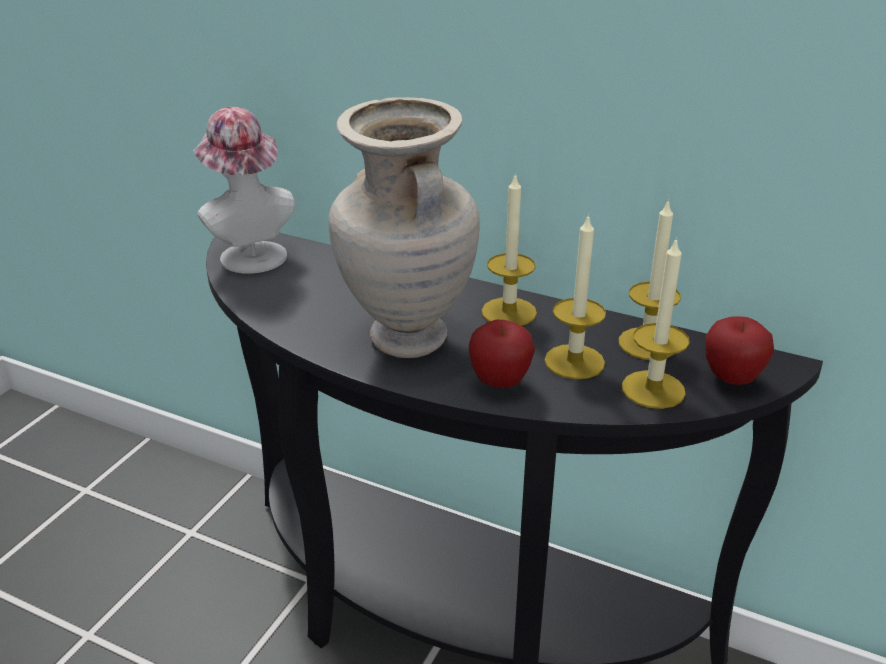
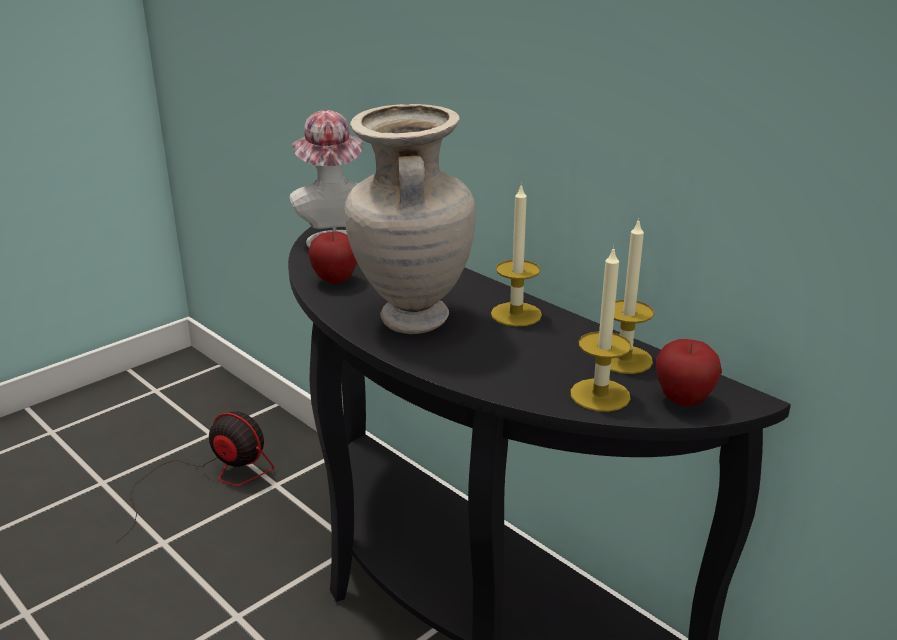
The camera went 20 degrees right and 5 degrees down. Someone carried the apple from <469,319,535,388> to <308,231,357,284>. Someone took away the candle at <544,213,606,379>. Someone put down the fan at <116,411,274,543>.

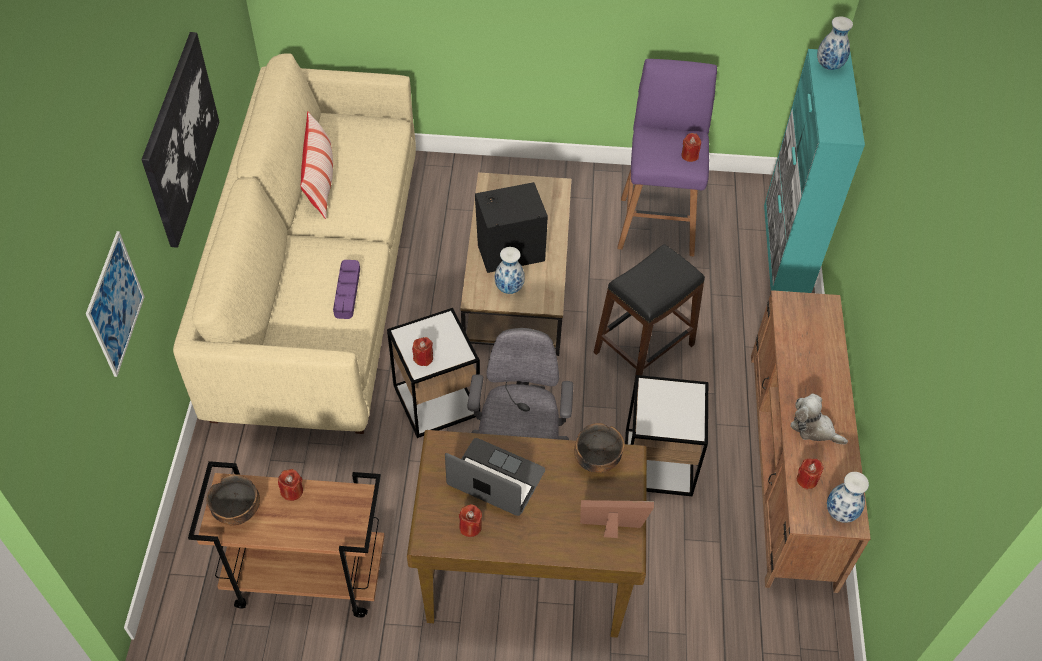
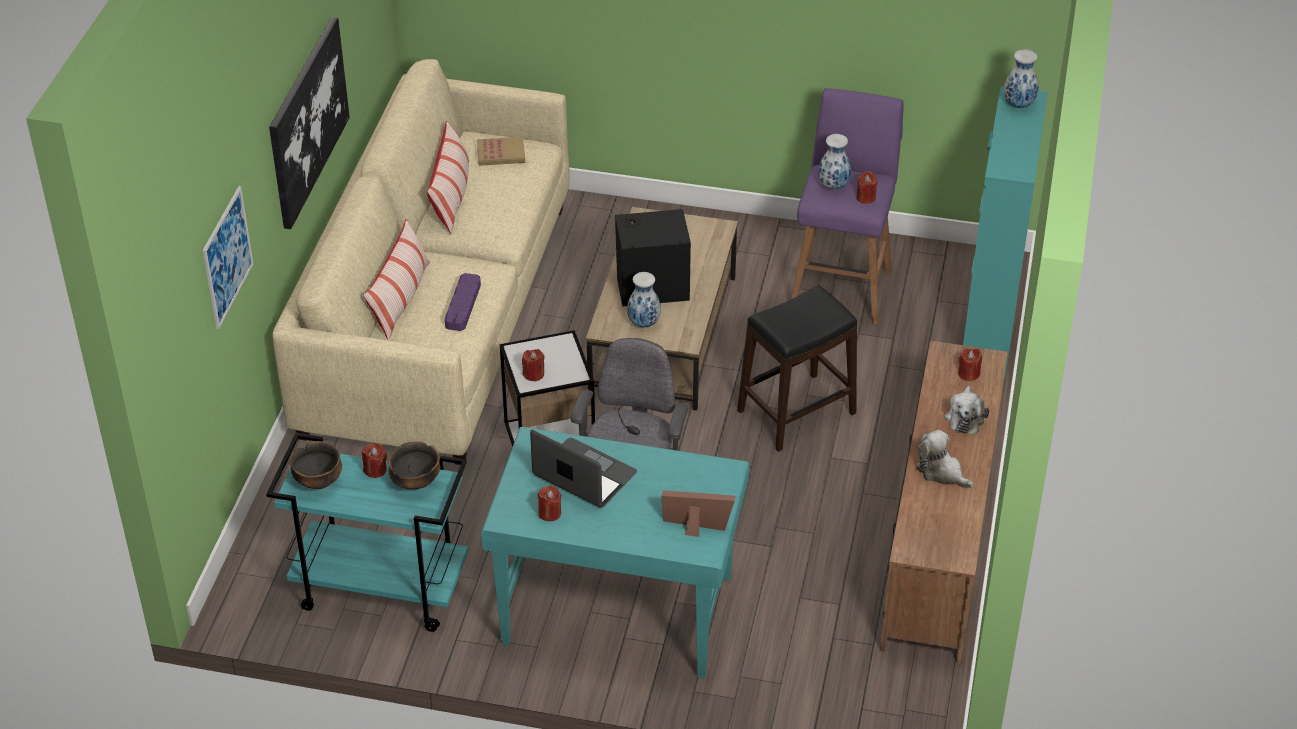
The camera went 10 degrees right and 10 degrees down. Someone repainted the brown cart at <188,461,385,618>, which became the turquoise cart at <266,433,468,632>. Someone repainted the brown desk at <407,430,647,638>, which became the turquoise desk at <481,427,749,678>. Someone carried the bowl from <574,423,625,473> to <388,441,440,489>. Someone took away the side table at <625,375,708,496>. Someone carried the red candle from <797,458,824,490> to <958,348,982,381>. Someone carried the vase from <827,472,869,523> to <818,134,851,190>. Someone put down the pillow at <363,219,430,339>. Someone put down the book at <477,137,525,166>. Someone put down the plush toy at <945,386,989,434>.

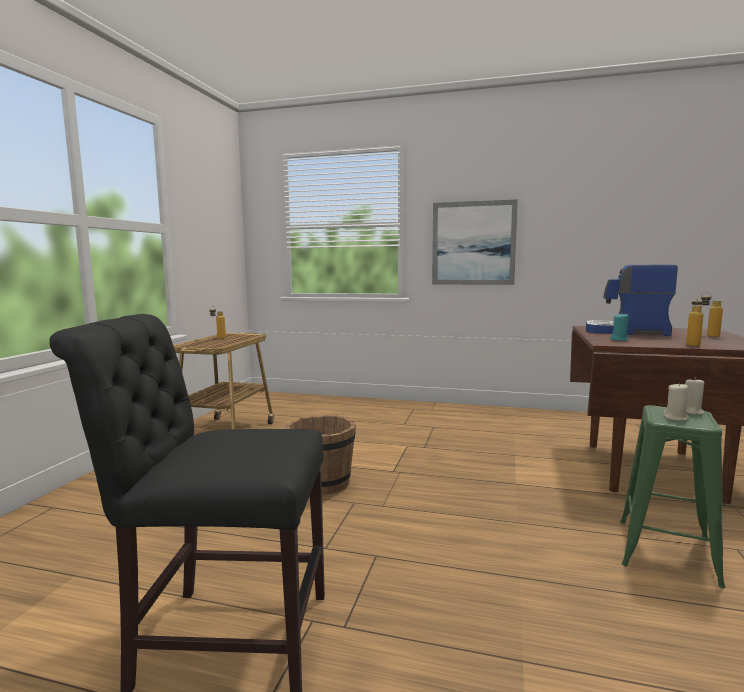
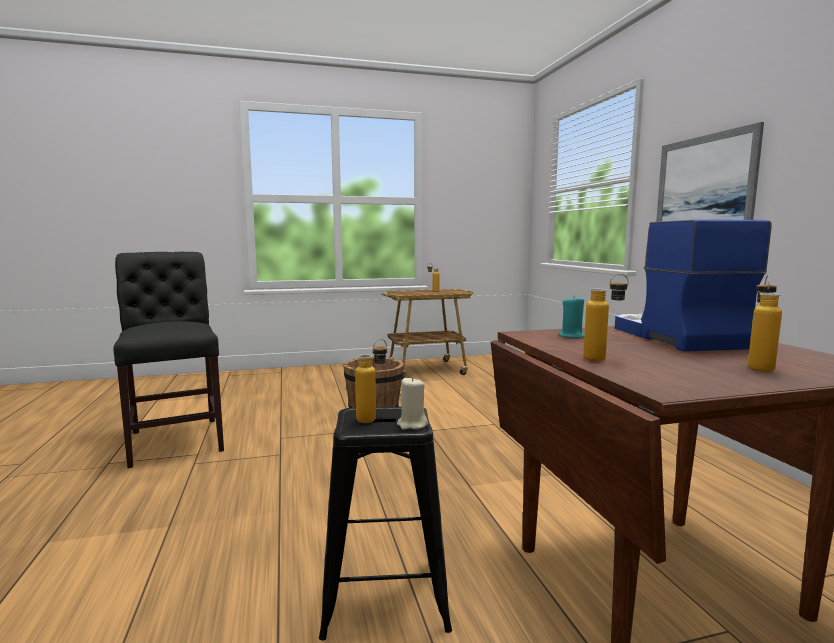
The camera went 60 degrees right and 0 degrees up. Someone repainted the green stool at <620,405,725,588>, which became the black stool at <319,407,452,641>. Someone swapped the beige candle at <663,383,690,421> for the bottle at <355,339,387,423>.

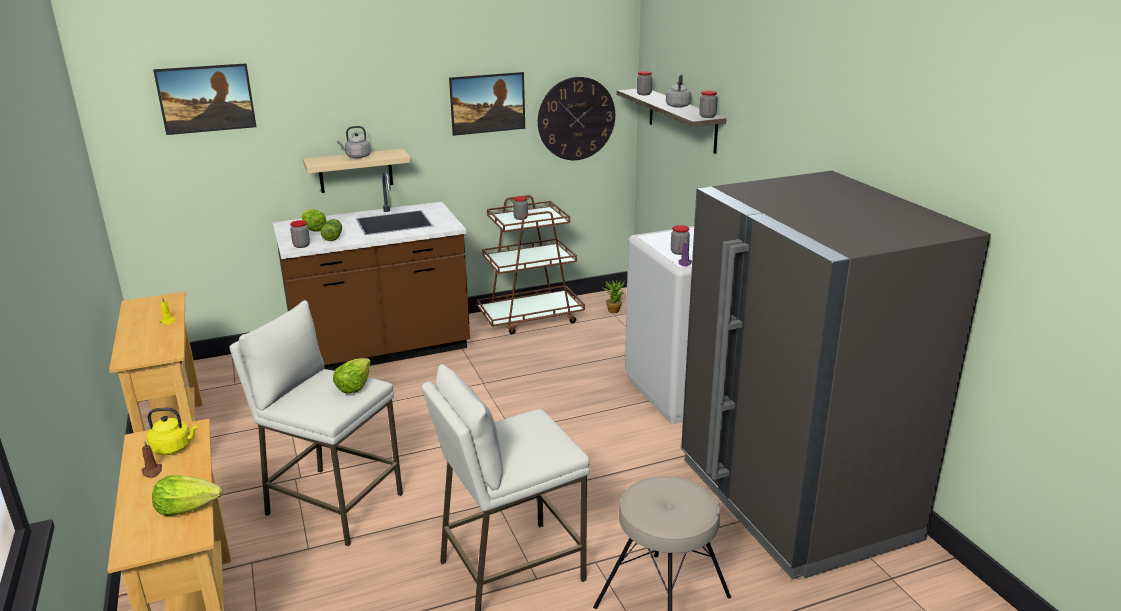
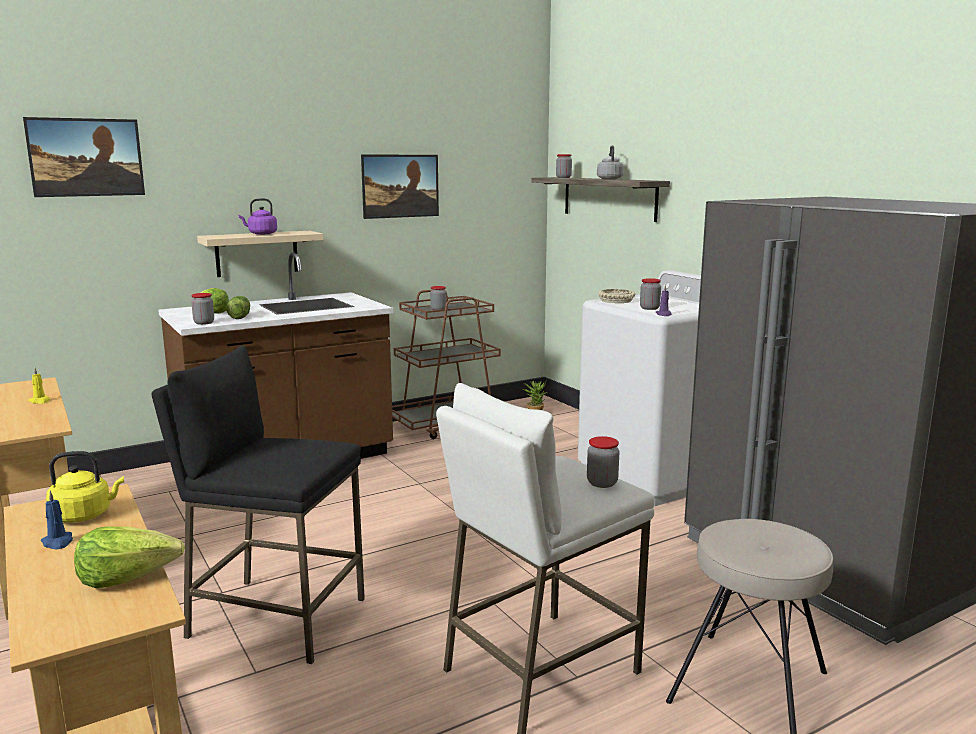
The camera went 10 degrees left and 10 degrees down. Someone repainted the brown candle at <141,440,162,478>, which became the blue candle at <41,491,73,549>. Someone repainted the white stool at <230,300,403,547>, which became the black stool at <152,346,365,664>. Someone took away the lettuce at <333,358,371,393>. Someone repainted the grey kettle at <337,126,371,158>, which became the purple kettle at <239,198,277,235>. Someone took away the wall clock at <538,77,615,160>. Someone carried the jar from <699,91,717,118> to <587,436,619,488>. Someone put down the beige bowl at <598,289,635,303>.

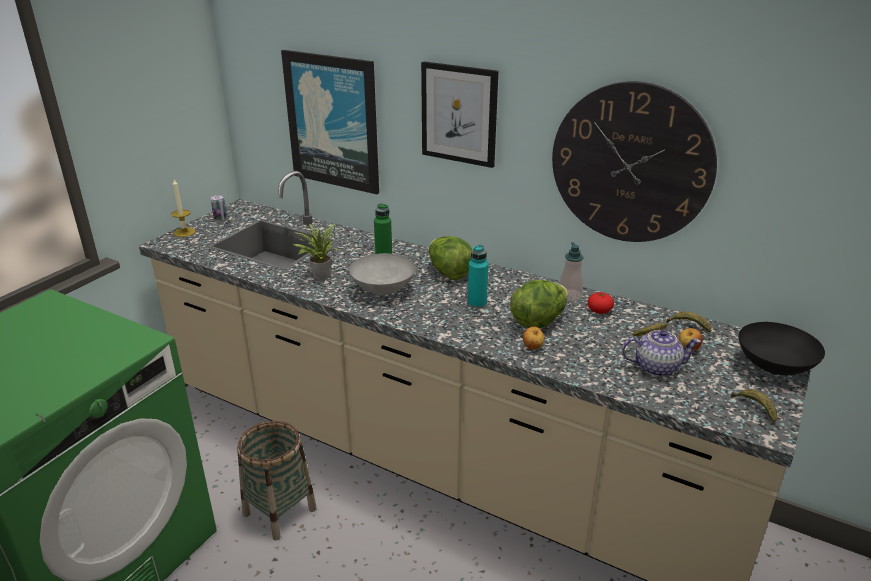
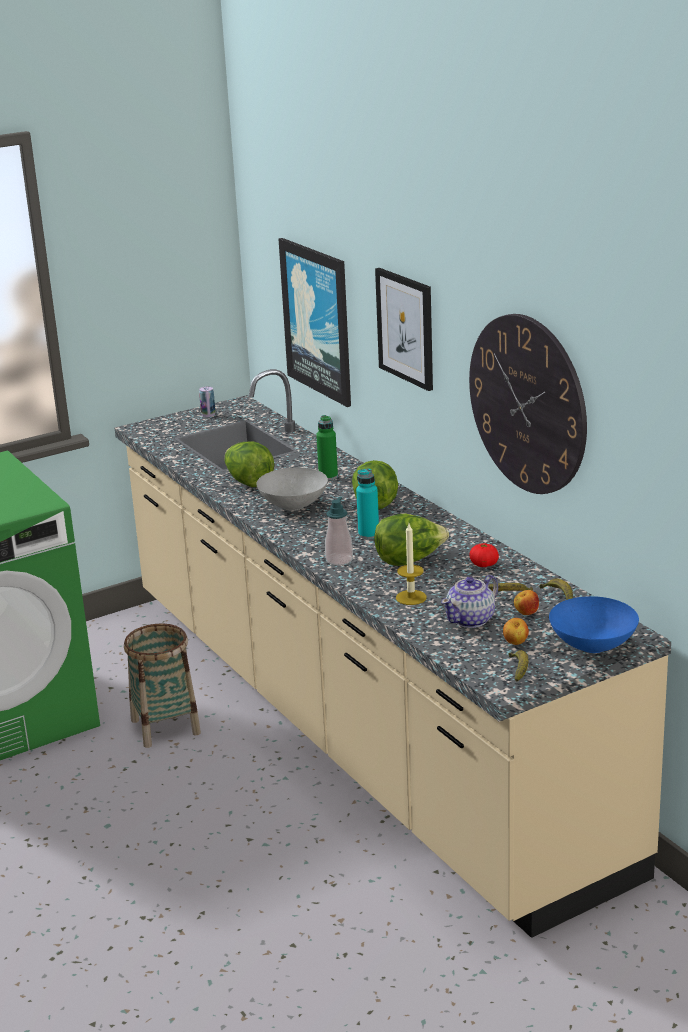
The camera went 30 degrees right and 5 degrees down. Someone carried the candle from <171,179,196,237> to <396,524,427,605>. Someone swapped the potted plant at <293,224,339,280> for the lettuce at <225,442,274,487>. Someone carried the apple from <523,327,544,350> to <503,618,529,645>. Someone carried the soap dispenser from <559,242,584,301> to <325,497,353,565>. Someone rotated the teapot at <621,330,701,377> by 105 degrees clockwise. Someone repainted the black bowl at <739,322,825,375>, which became the blue bowl at <549,596,639,653>.

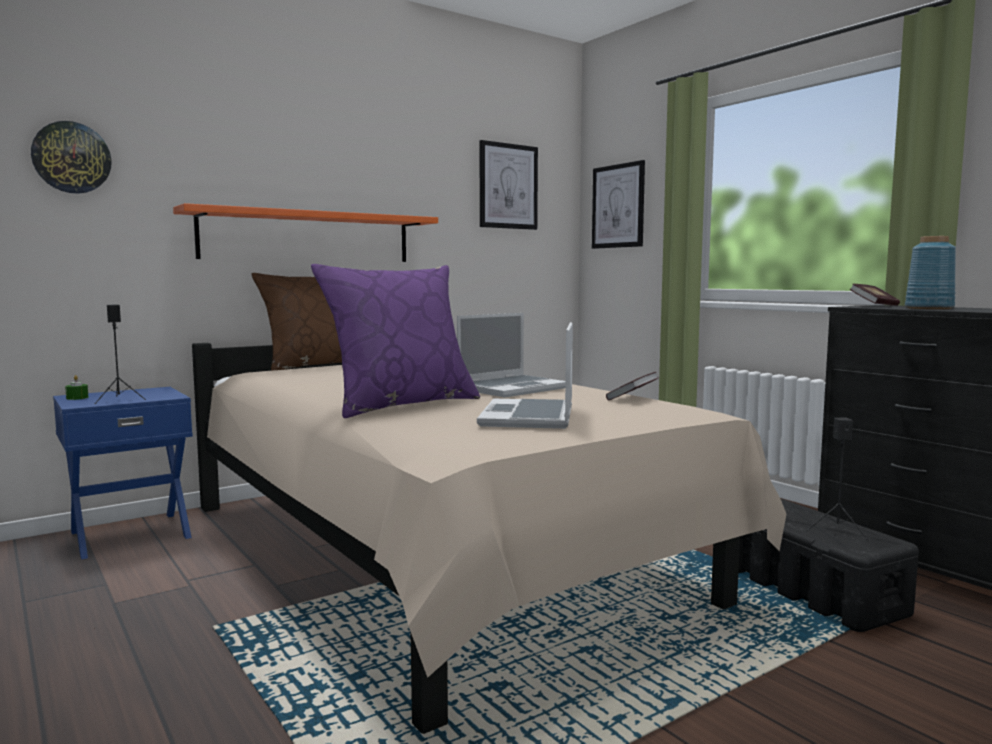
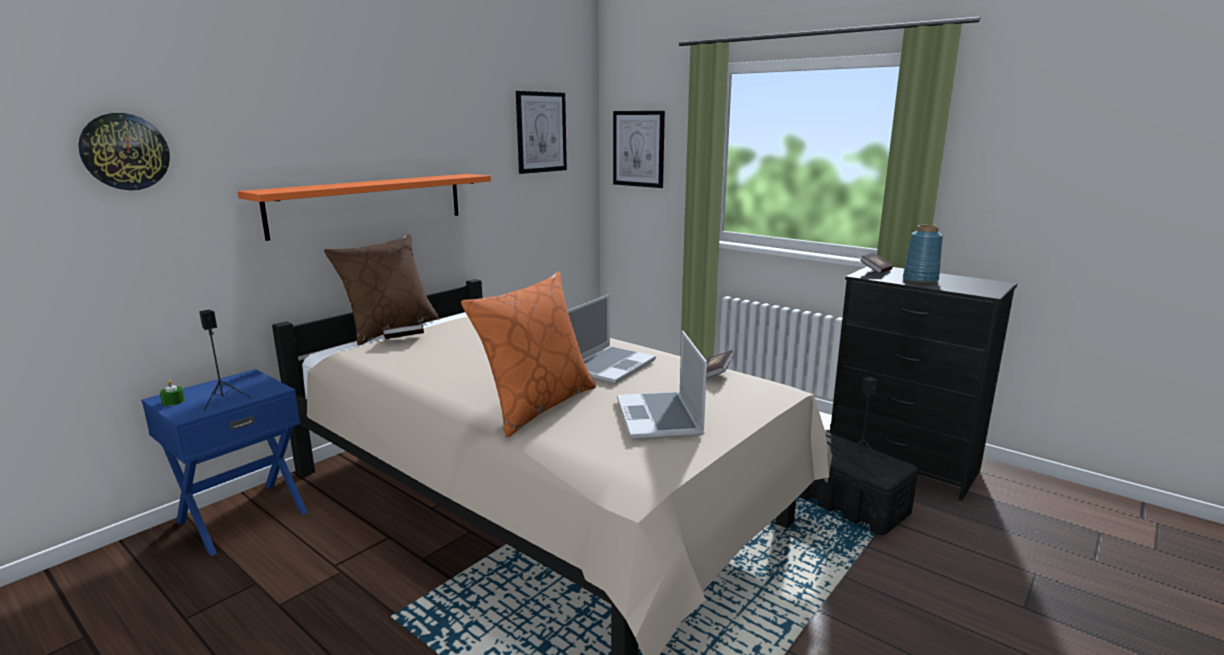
The camera went 15 degrees left and 10 degrees up. Someone repainted the purple pillow at <311,264,480,418>, which became the orange pillow at <461,272,596,437>. Someone put down the book at <383,324,424,339>.

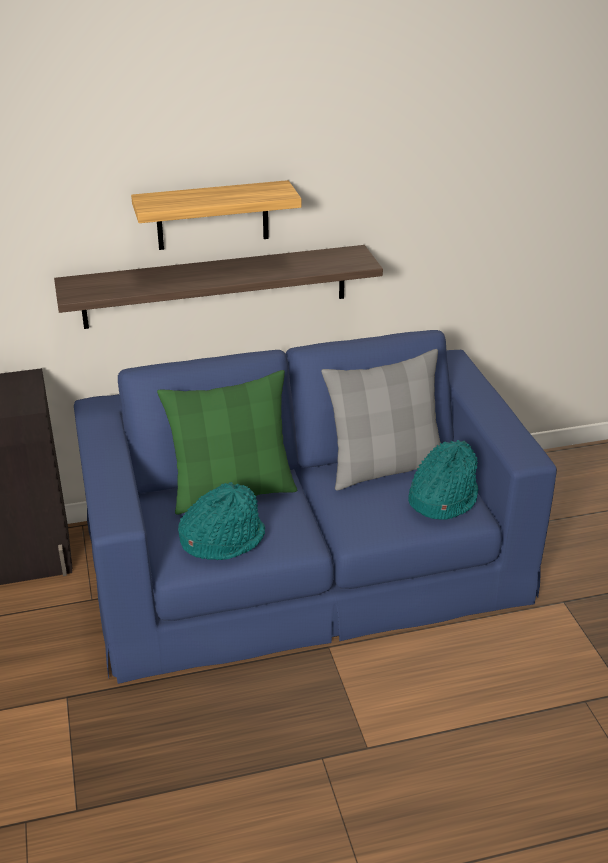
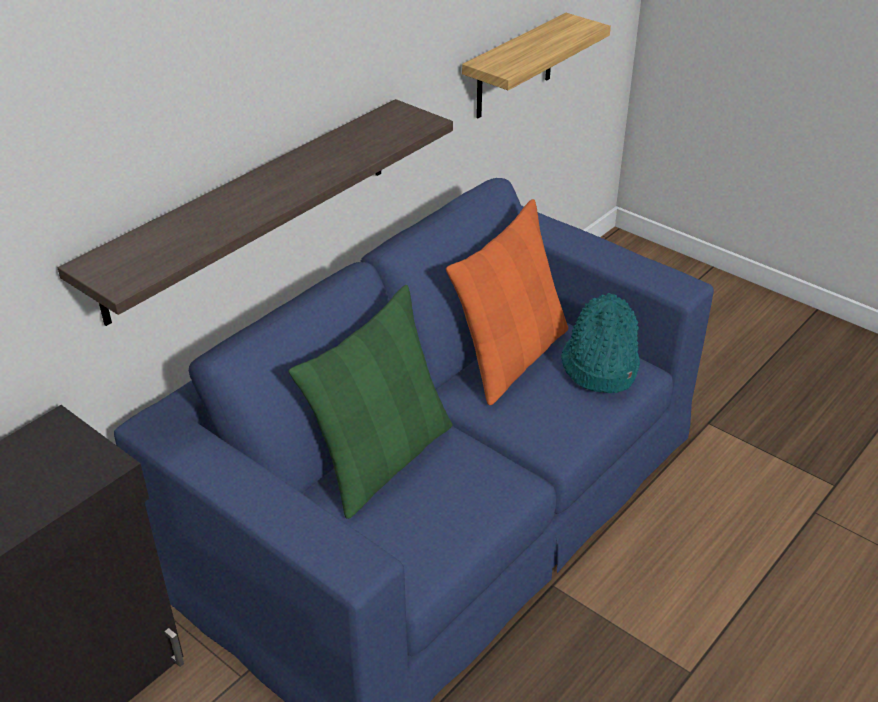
The camera went 35 degrees left and 5 degrees up. Someone carried the shelf from <131,180,301,250> to <462,13,611,118>. Someone took away the turquoise hat at <178,482,265,560>. Someone repainted the grey pillow at <321,349,441,490>, which became the orange pillow at <446,199,568,405>.

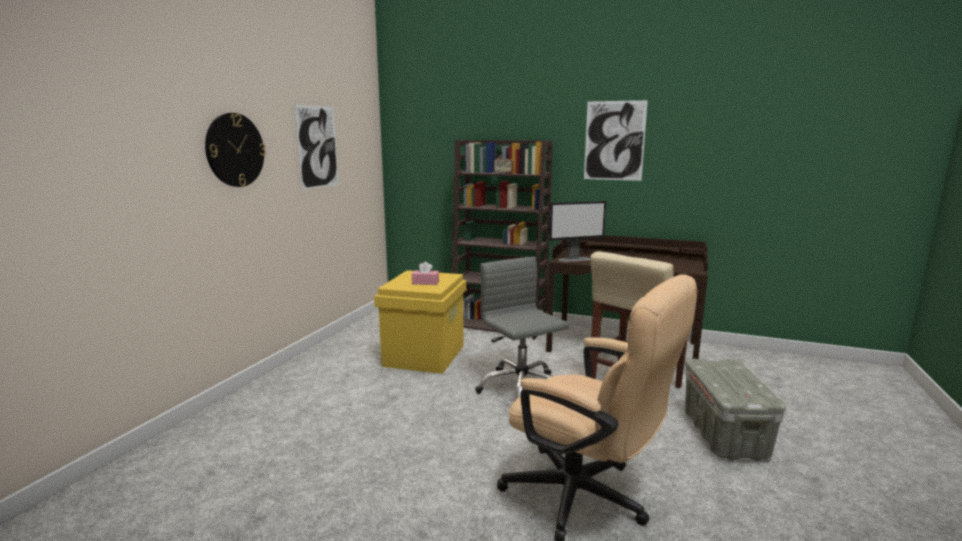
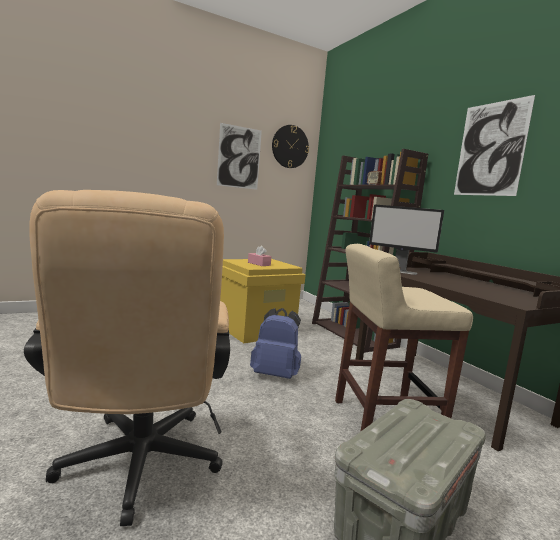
The camera went 40 degrees right and 5 degrees down. Someone carried the wall clock from <205,113,266,187> to <272,125,309,168>. Someone swapped the grey office chair at <475,257,569,399> for the blue backpack at <250,308,301,379>.

